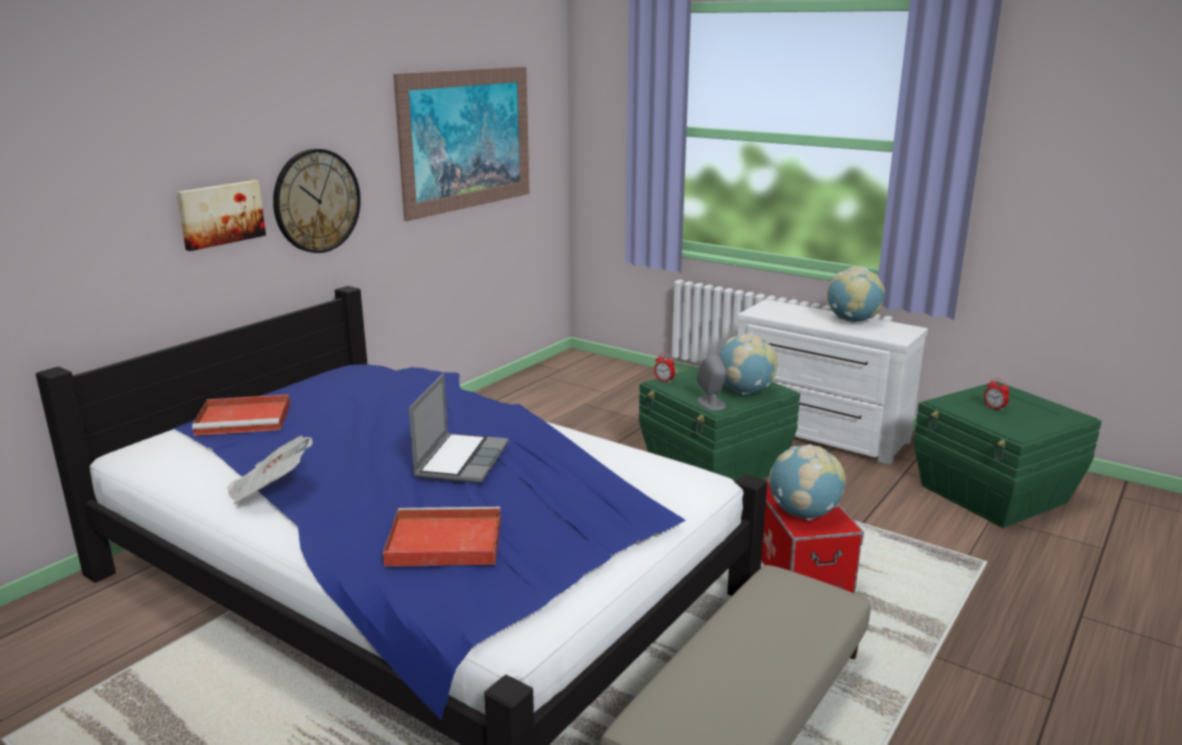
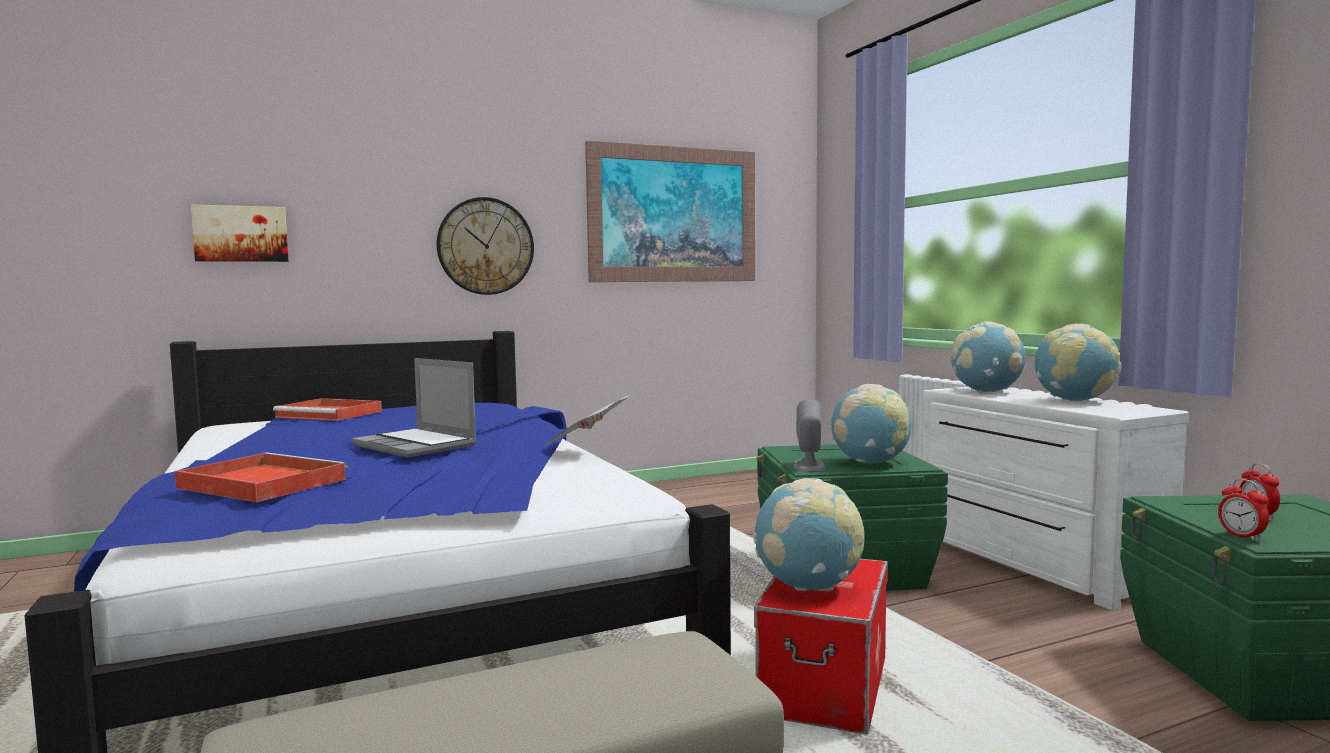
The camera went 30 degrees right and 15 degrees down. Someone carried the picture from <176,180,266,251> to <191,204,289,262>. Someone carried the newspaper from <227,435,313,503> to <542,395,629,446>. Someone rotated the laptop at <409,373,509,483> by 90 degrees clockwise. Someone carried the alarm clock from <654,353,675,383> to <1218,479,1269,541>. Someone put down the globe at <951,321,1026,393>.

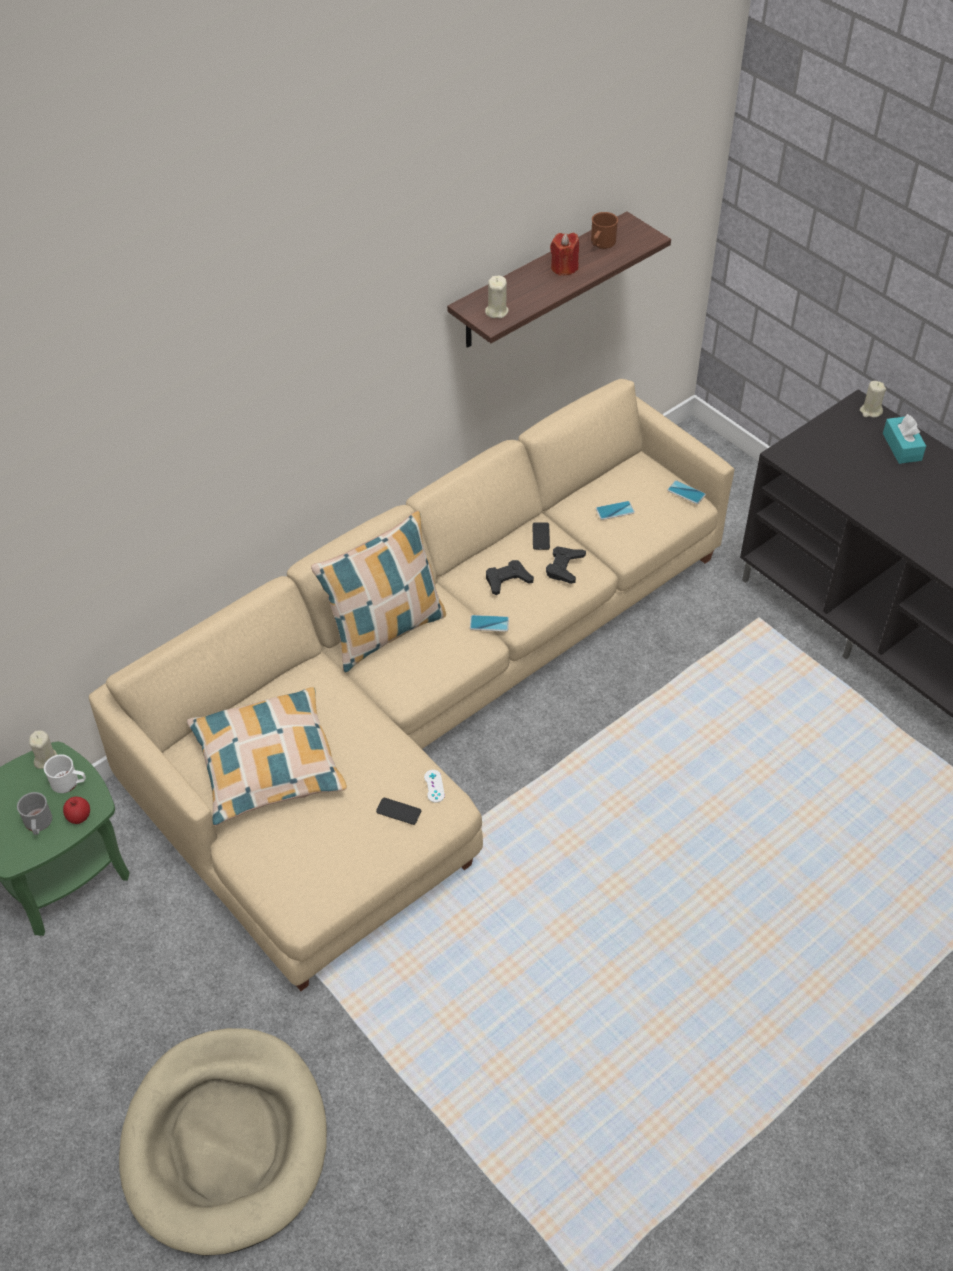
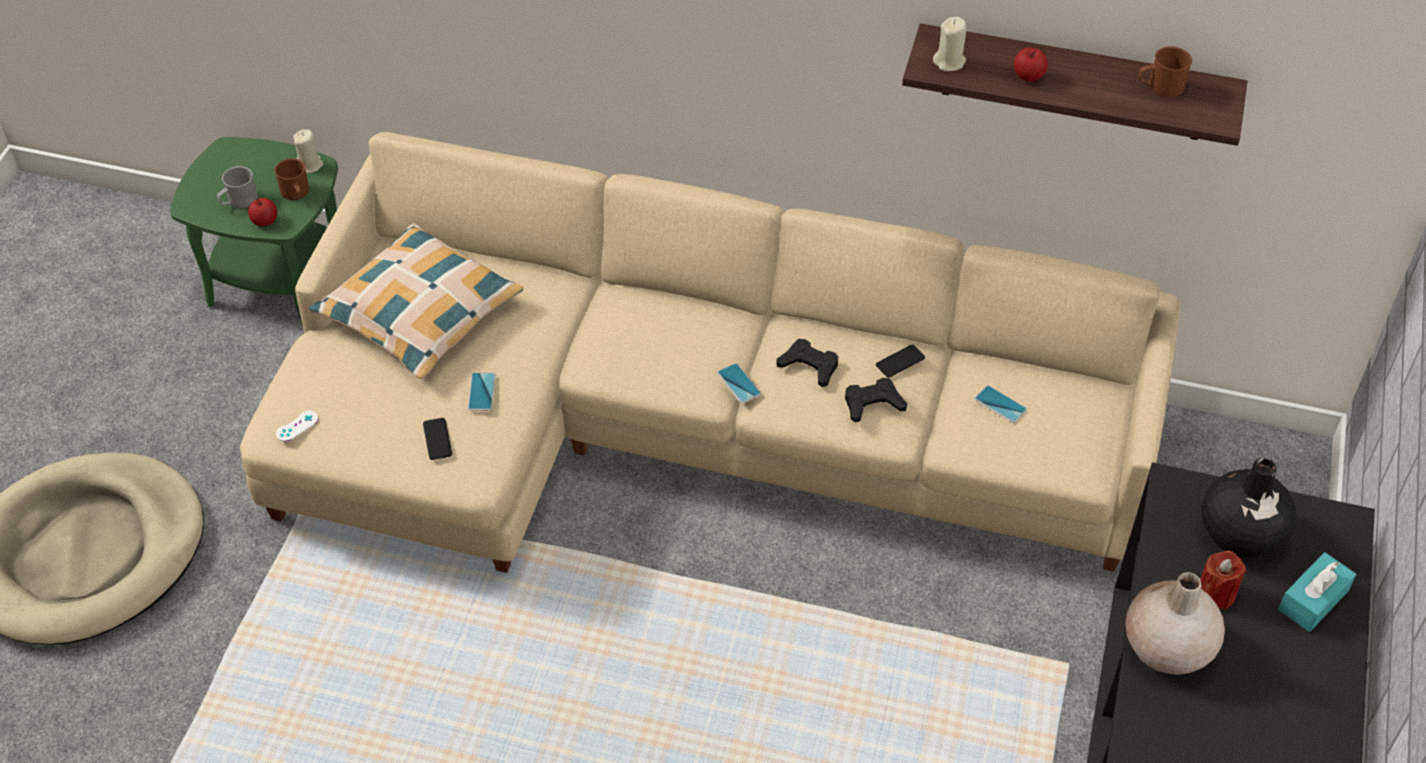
The camera went 55 degrees right and 0 degrees up. Someone repainted the white mug at <44,754,86,793>, which became the brown mug at <274,158,309,200>. Someone took away the pillow at <311,511,446,672>. Someone carried the white game controller from <424,770,445,803> to <276,411,318,442>. Someone carried the red candle from <550,233,579,276> to <1200,551,1246,609>. Someone carried the phone from <667,480,706,504> to <468,372,496,411>. Someone took away the beige candle at <860,381,886,418>. Someone put down the apple at <1014,48,1048,82>. Someone put down the beige vase at <1125,572,1225,675>. Someone put down the black vase at <1201,458,1297,558>.

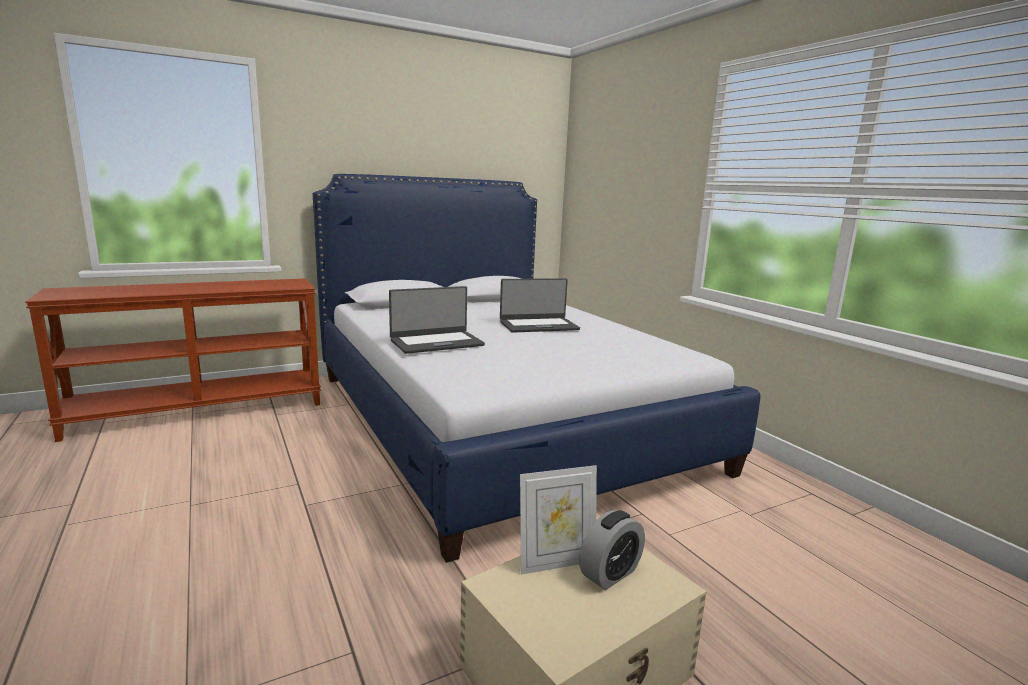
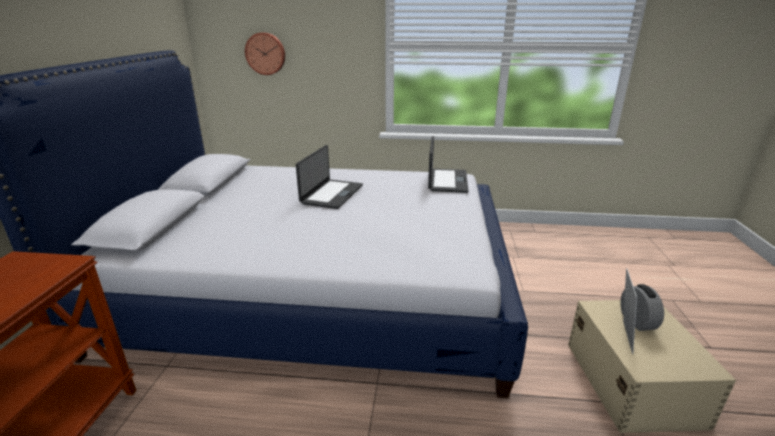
The camera went 55 degrees left and 10 degrees up. Someone carried the laptop from <389,286,485,354> to <428,136,468,193>. Someone put up the wall clock at <245,32,285,75>.

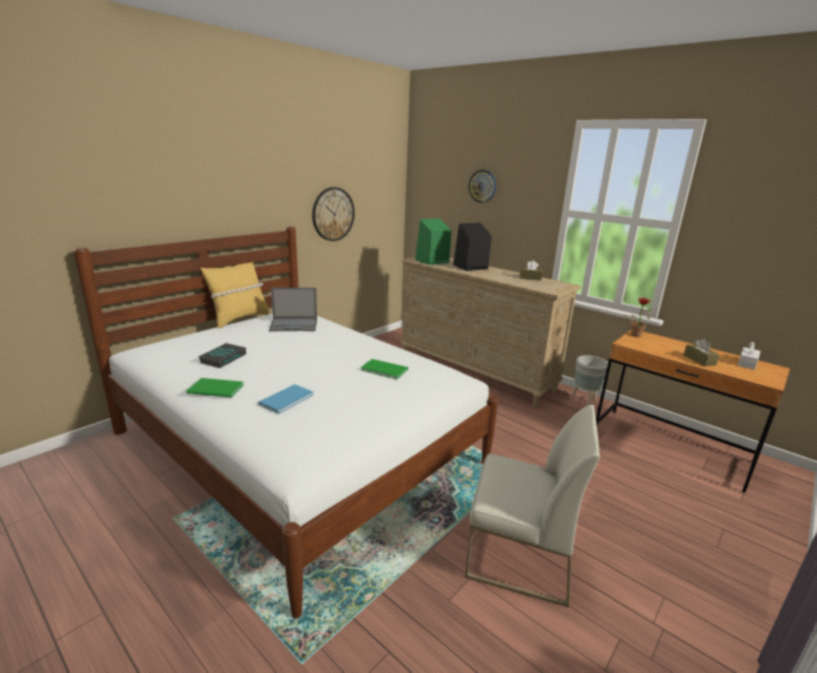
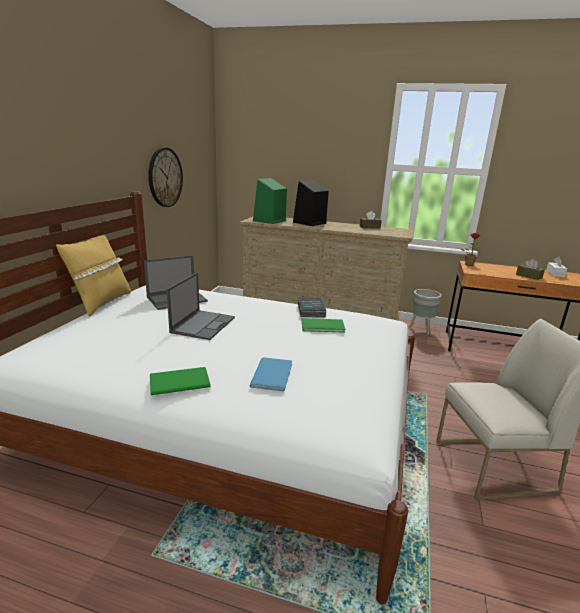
The camera went 25 degrees left and 0 degrees up. Someone carried the book from <198,343,246,368> to <298,297,326,317>. Someone took away the wall clock at <469,170,496,203>. Someone put down the laptop at <166,272,235,340>.

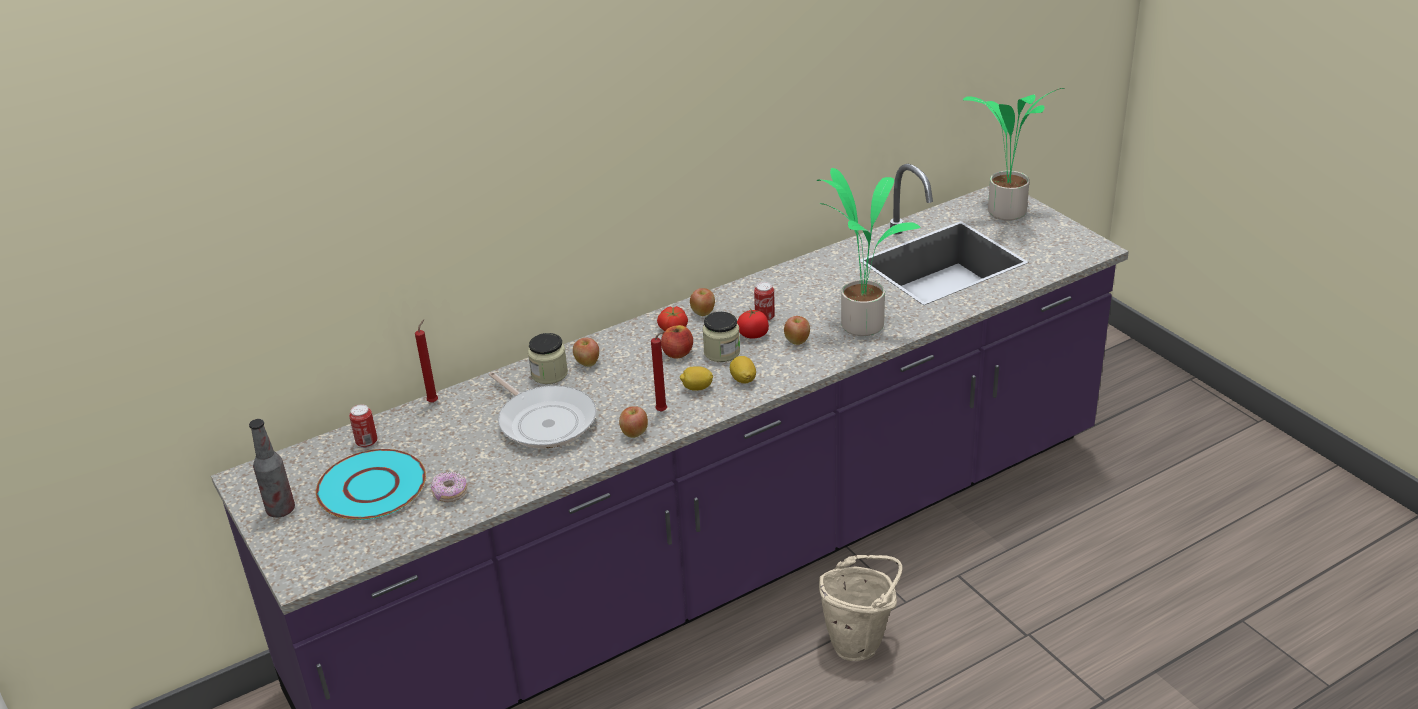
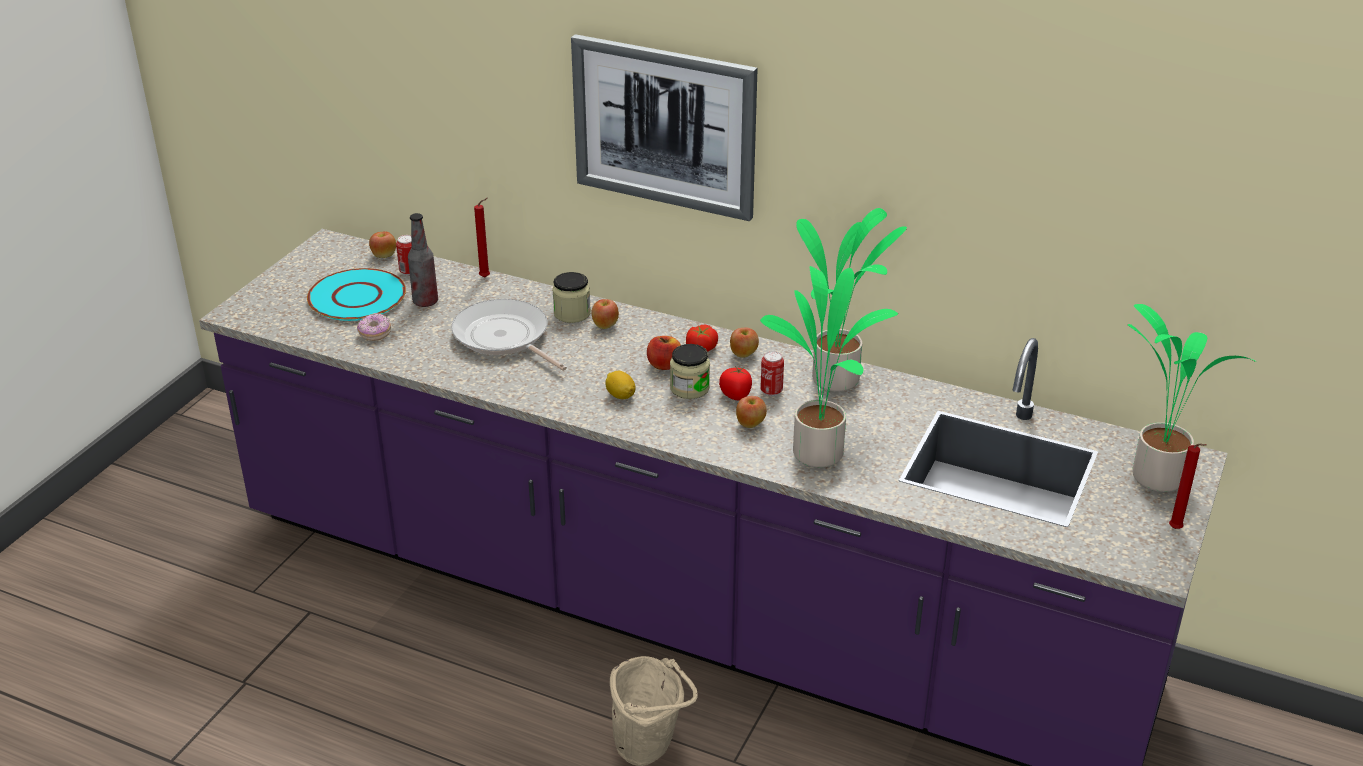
The camera went 55 degrees right and 0 degrees up. Someone carried the bottle from <249,419,295,518> to <408,213,438,307>. Someone rotated the frying pan at <489,372,596,449> by 120 degrees clockwise. Someone carried the apple from <619,406,648,438> to <369,231,396,258>. Someone carried the red candle from <651,331,667,412> to <1169,443,1207,529>. Someone took away the lemon at <730,356,756,383>. Someone put up the picture at <571,34,757,221>. Someone put down the potted plant at <796,208,907,392>.

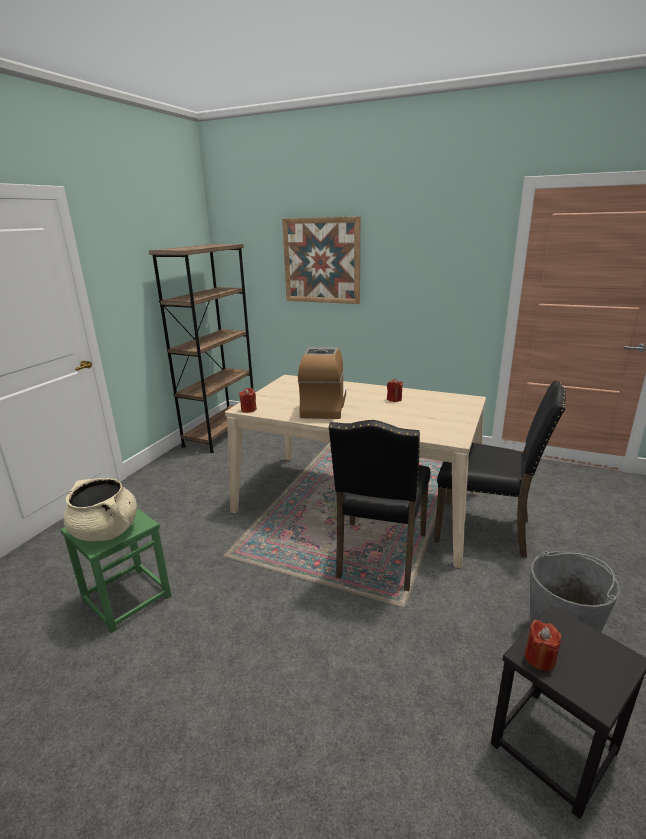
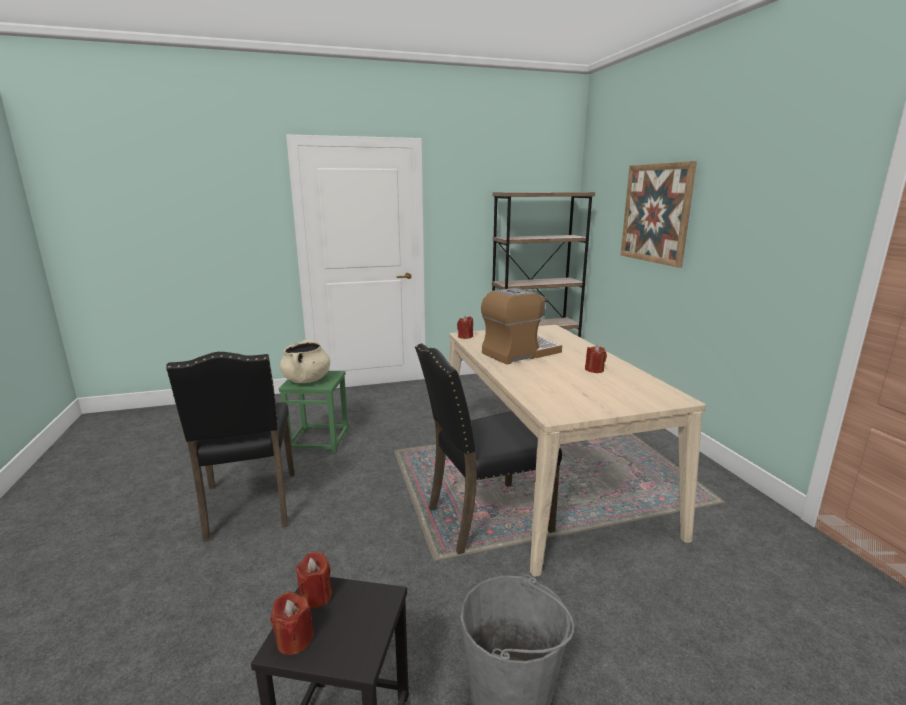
The camera went 50 degrees right and 5 degrees down. Someone carried the black chair from <434,381,566,558> to <166,352,295,542>. Someone put down the red candle at <270,591,314,655>.

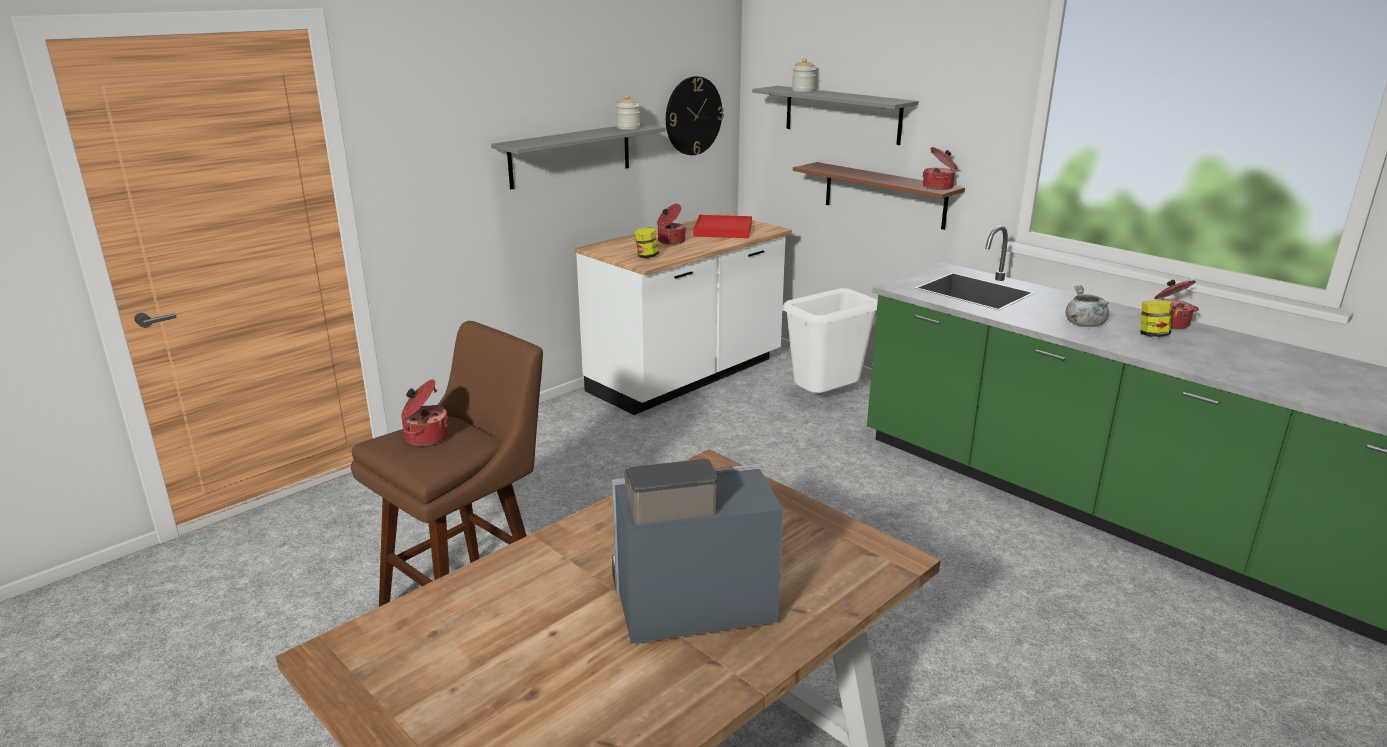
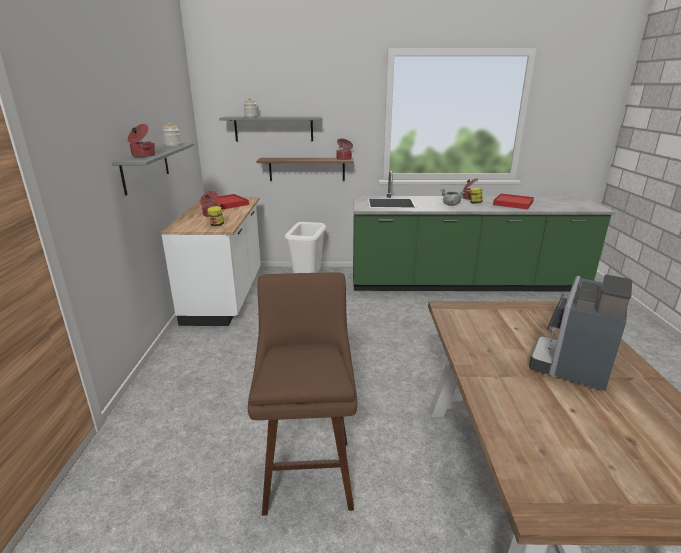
The camera went 45 degrees left and 0 degrees up. Someone carried the cooking pot from <401,379,449,446> to <128,124,155,157>. Someone took away the wall clock at <666,76,724,155>. Someone put down the red tray at <493,194,534,209>.

